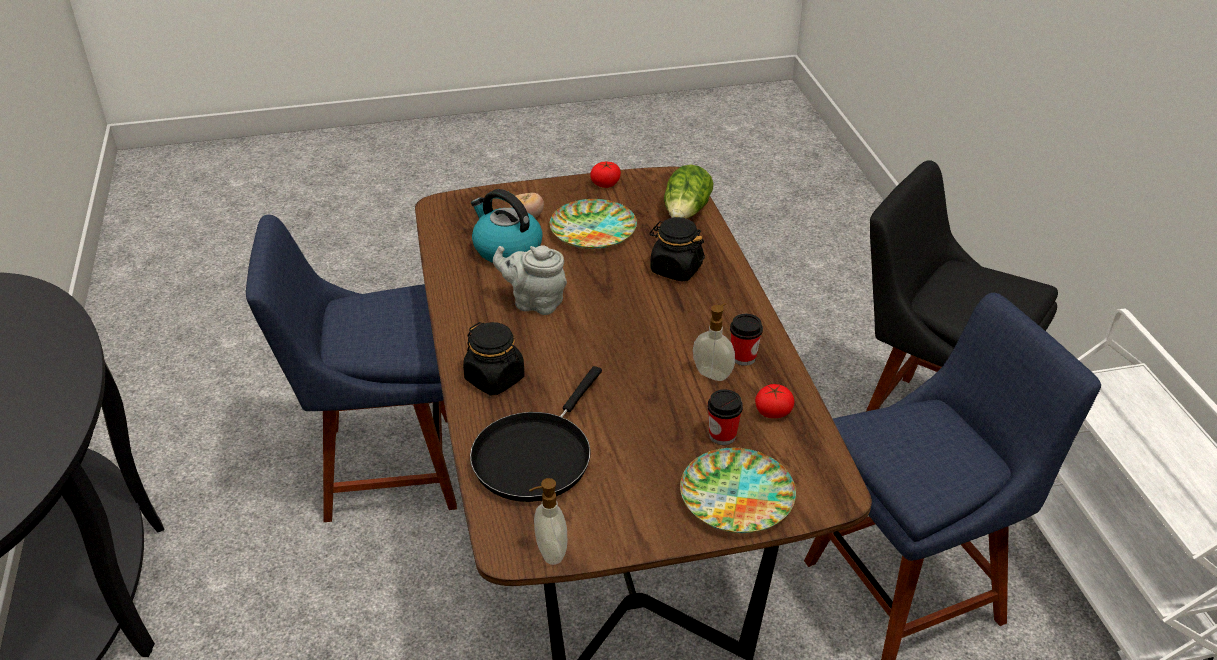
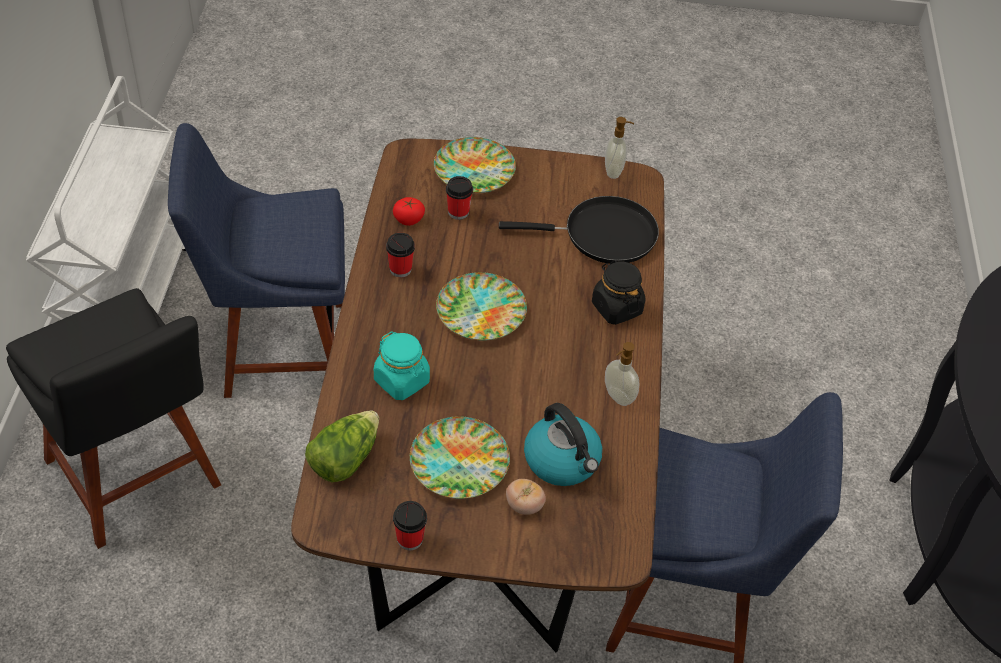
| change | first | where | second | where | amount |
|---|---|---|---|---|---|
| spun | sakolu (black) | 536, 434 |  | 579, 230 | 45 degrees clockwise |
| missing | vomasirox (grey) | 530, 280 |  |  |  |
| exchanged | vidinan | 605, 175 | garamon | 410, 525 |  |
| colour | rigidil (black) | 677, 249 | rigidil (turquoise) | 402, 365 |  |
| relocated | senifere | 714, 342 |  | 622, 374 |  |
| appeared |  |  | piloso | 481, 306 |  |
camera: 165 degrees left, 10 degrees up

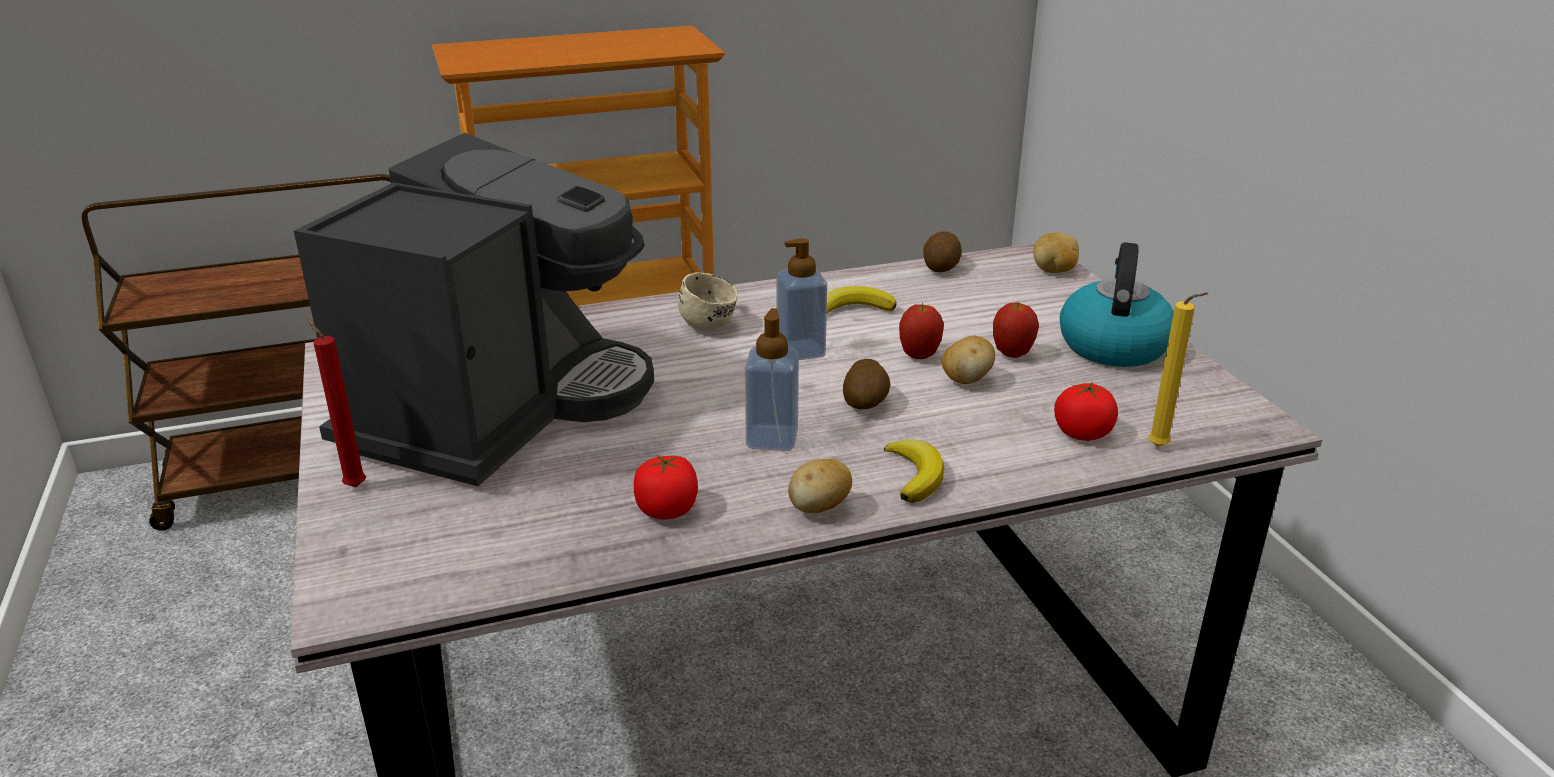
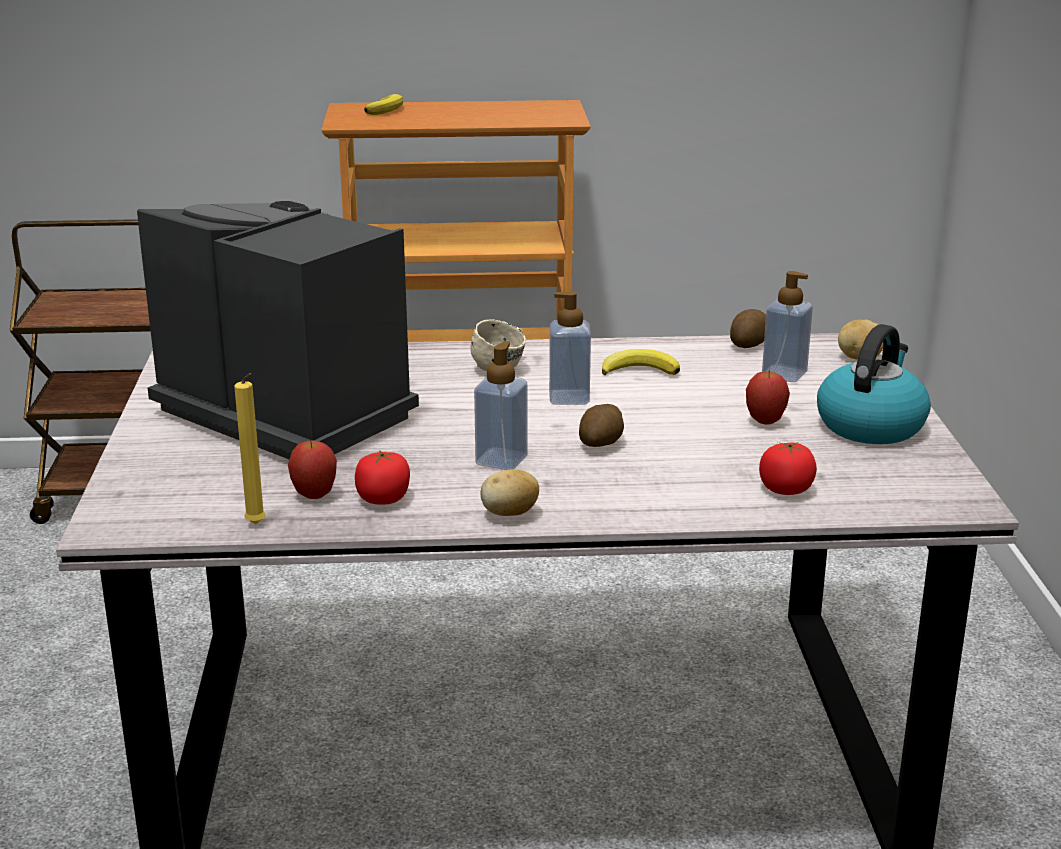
| change | first | where | second | where | amount |
|---|---|---|---|---|---|
| spun | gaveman | 474, 309 |  | 278, 330 | 90 degrees counterclockwise |
| missing | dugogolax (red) | 336, 402 |  |  |  |
| relocated | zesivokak | 914, 471 |  | 383, 104 |  |
| relocated | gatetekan | 921, 331 |  | 312, 469 |  |
| missing | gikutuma | 968, 360 |  |  |  |
| relocated | dugogolax (yellow) | 1178, 369 |  | 250, 448 |  |
| appeared |  |  | senifere | 787, 326 |  |
camera: 15 degrees right, 5 degrees down

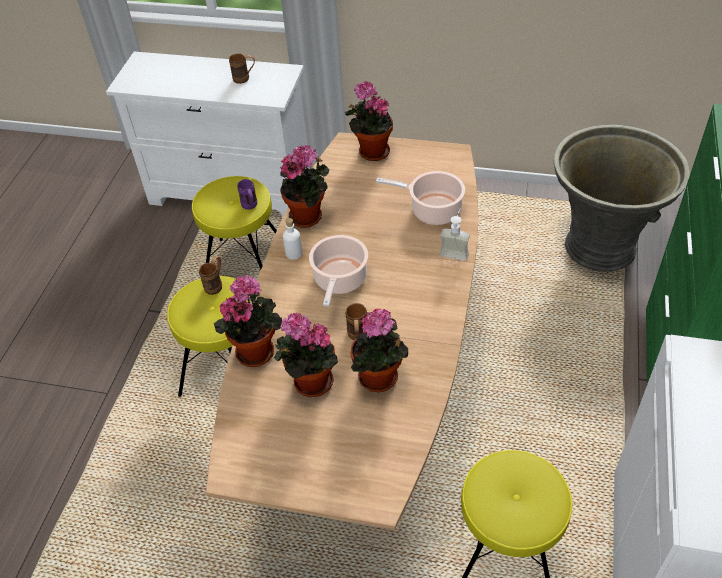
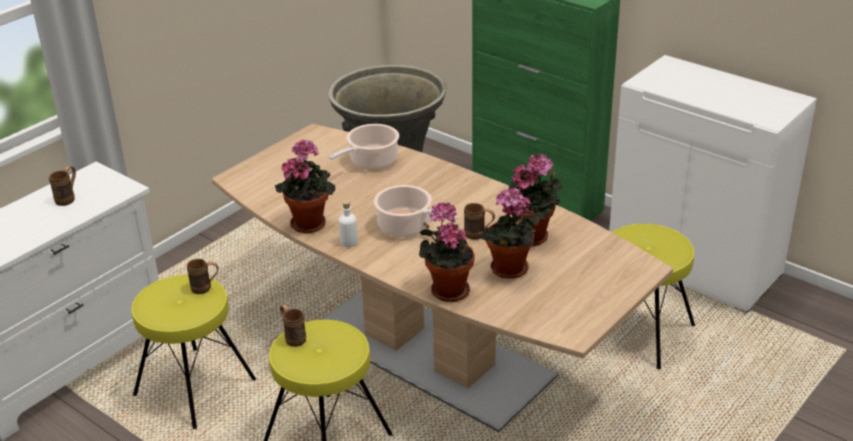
| change | first | where | second | where | amount |
|---|---|---|---|---|---|
| colour | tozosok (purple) | 247, 194 | tozosok (brown) | 203, 276 |  |
| missing | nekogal | 369, 121 |  |  |  |
| missing | senifere | 455, 234 |  |  |  |
camera: 65 degrees left, 15 degrees down

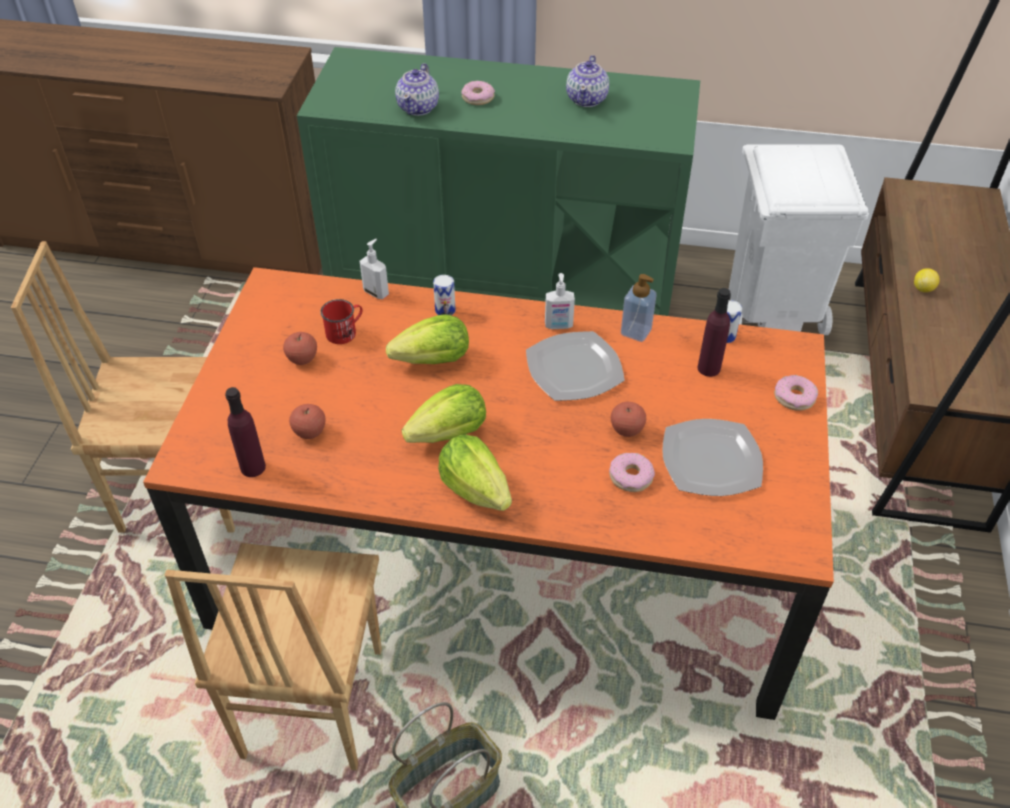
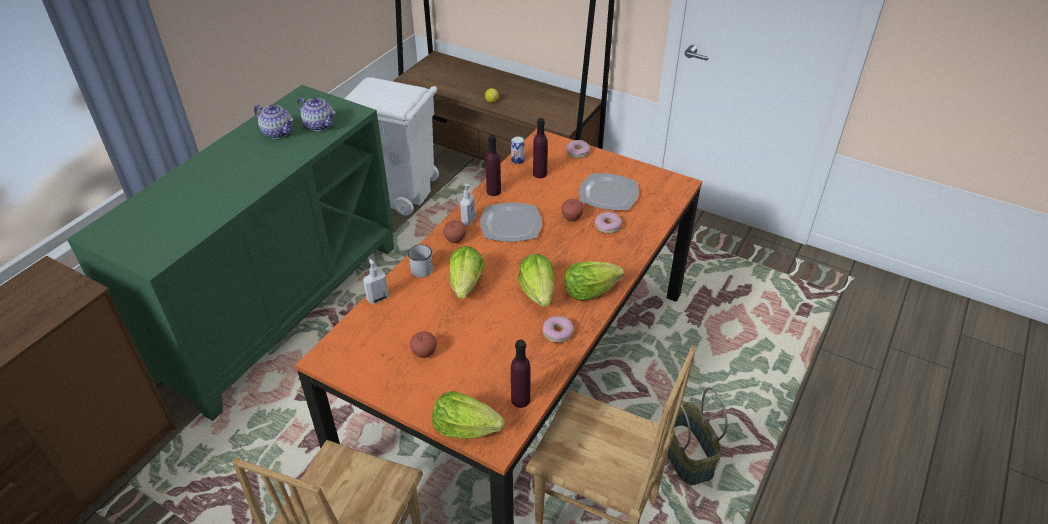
| change | first | where | second | where | amount |
|---|---|---|---|---|---|
| relocated | gatetekan | 307, 421 |  | 454, 231 |  |
| missing | tozosok (red) | 341, 321 |  |  |  |
| relocated | vomasirox | 417, 89 |  | 316, 114 |  |
| exchanged | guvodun | 444, 295 | tozosok (white) | 420, 260 |  |
| relocated | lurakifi | 478, 93 |  | 558, 329 |  |
| exchanged | senifere | 639, 308 | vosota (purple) | 493, 165 |  |
| appeared |  |  | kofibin | 468, 415 |  |
camera: 70 degrees left, 5 degrees down

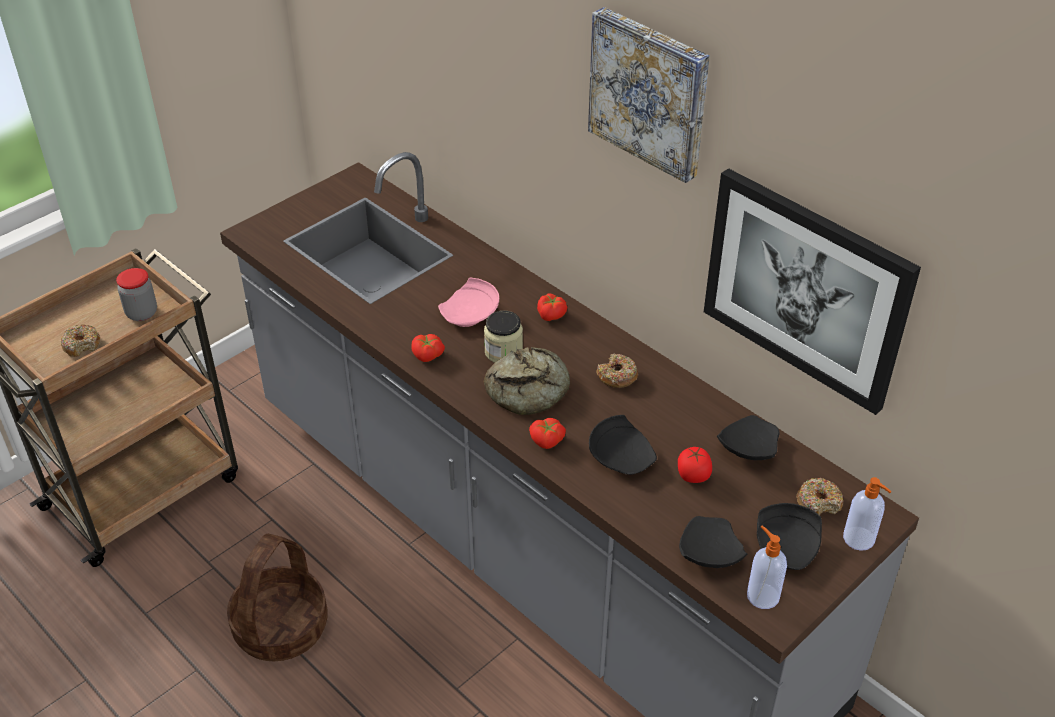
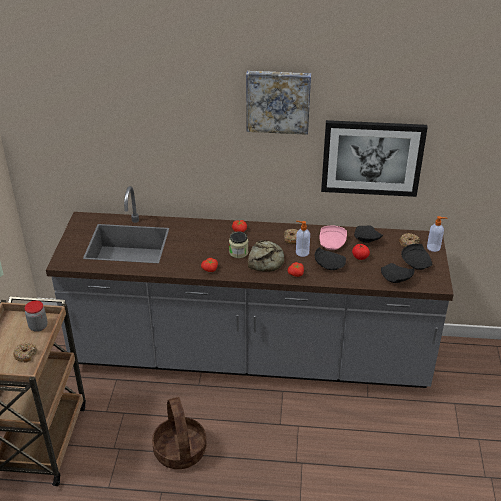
| change | first | where | second | where | amount |
|---|---|---|---|---|---|
| relocated | piloso (pink) | 468, 302 |  | 333, 238 |  |
| relocated | senifere | 767, 567 |  | 303, 239 |  |
camera: 40 degrees left, 5 degrees down

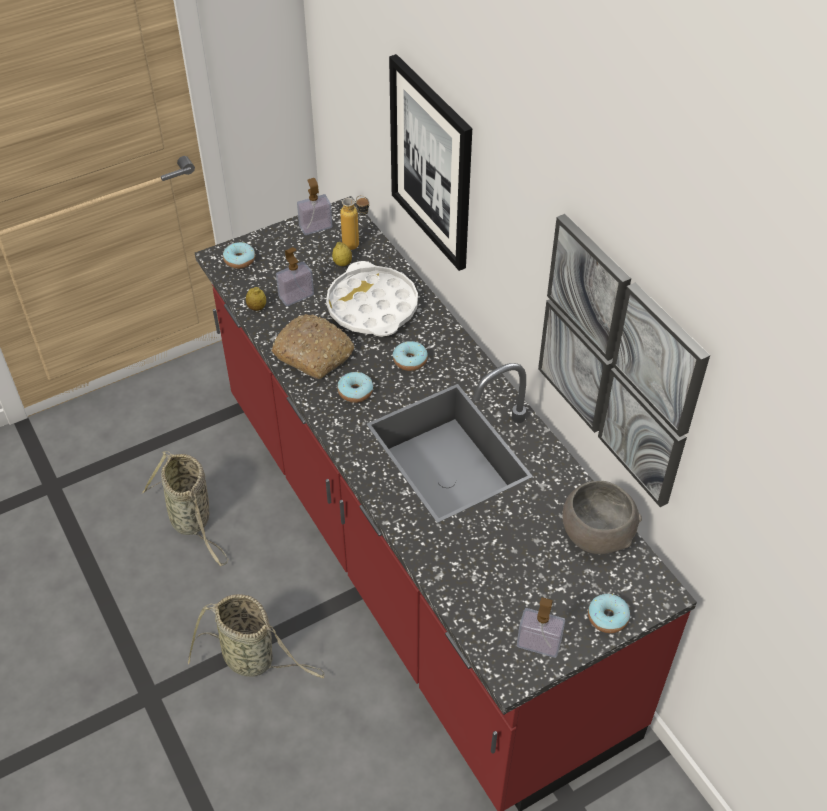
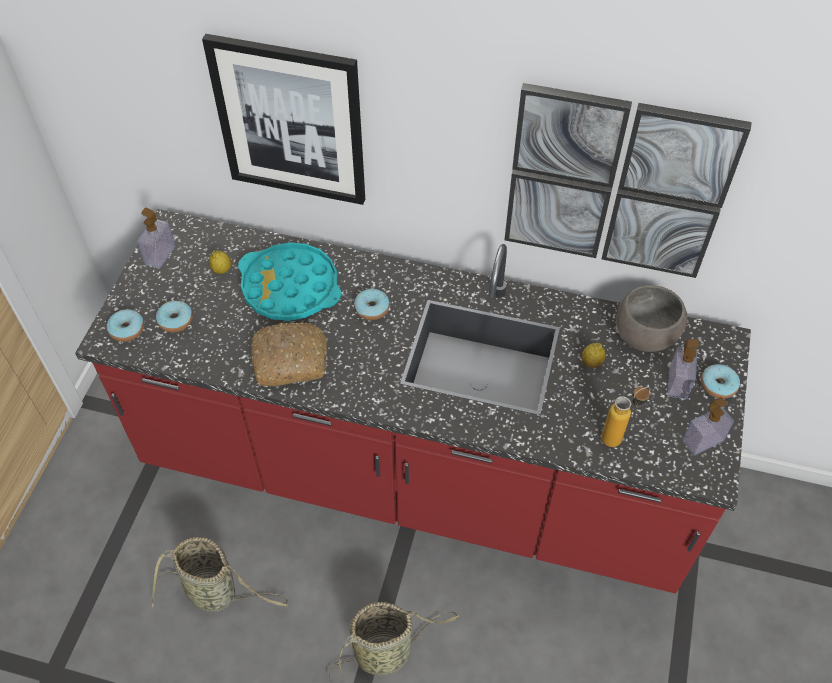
| change | first | where | second | where | amount |
|---|---|---|---|---|---|
| relocated | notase | 256, 299 |  | 593, 355 |  |
| relocated | senifere | 295, 276 |  | 683, 369 |  |
| colour | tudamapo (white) | 372, 299 | tudamapo (turquoise) | 289, 281 |  |
| relocated | lurakifi | 355, 387 |  | 174, 317 |  |
| relocated | vosota | 355, 222 |  | 625, 417 |  |
camera: 45 degrees left, 5 degrees up

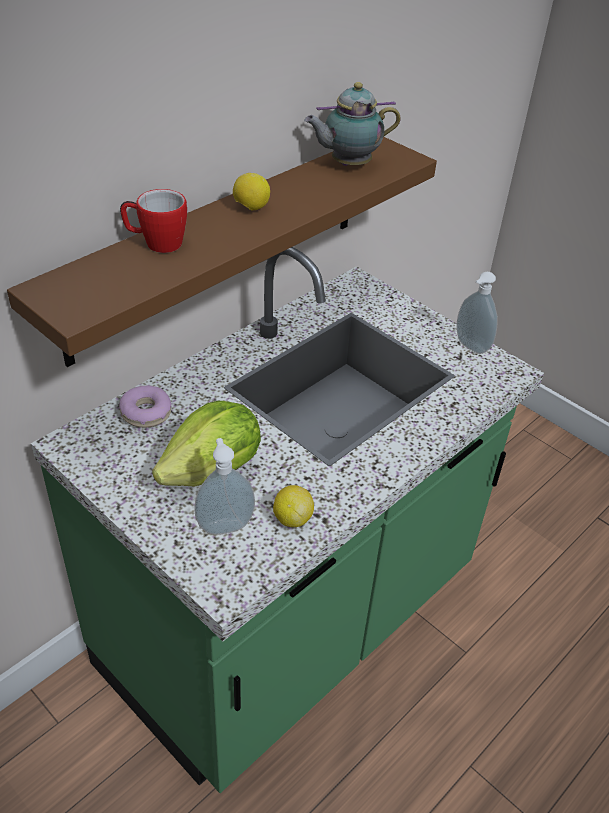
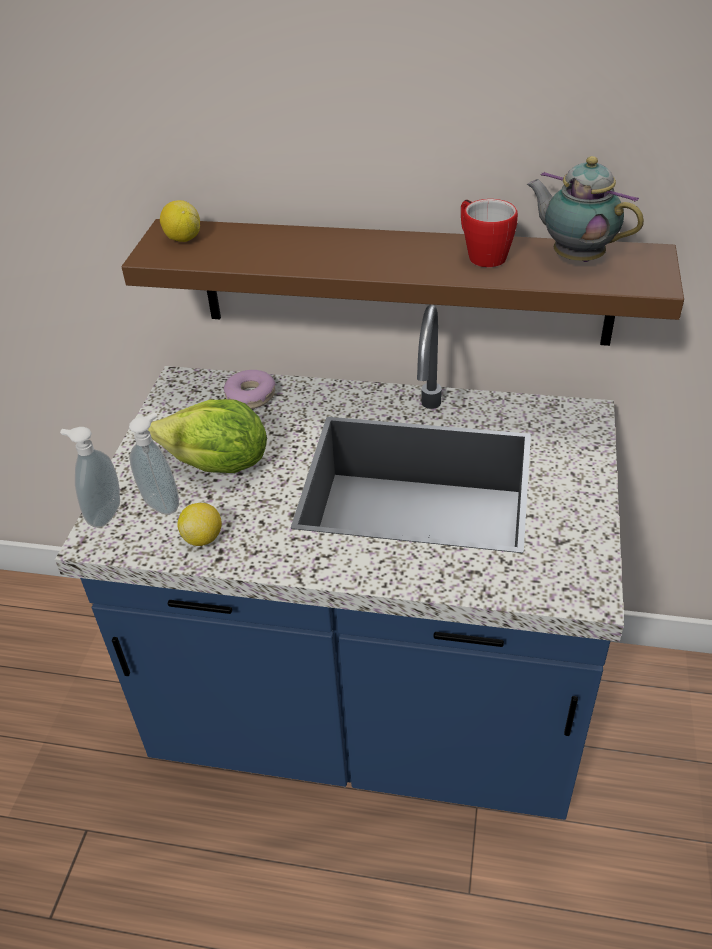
| change | first | where | second | where | amount |
|---|---|---|---|---|---|
| colour | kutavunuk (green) | 287, 520 | kutavunuk (blue) | 339, 562 |  |
| relocated | tozosok | 153, 221 |  | 489, 233 |  |
| relocated | notase | 251, 192 |  | 180, 221 |  |
| relocated | senifere | 477, 313 |  | 90, 477 |  |
camera: 60 degrees right, 0 degrees up

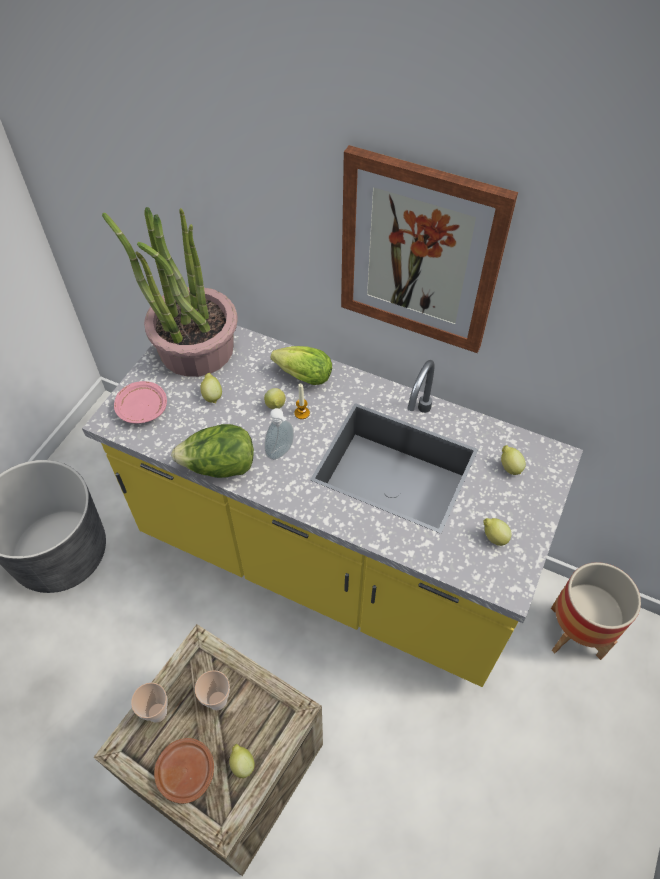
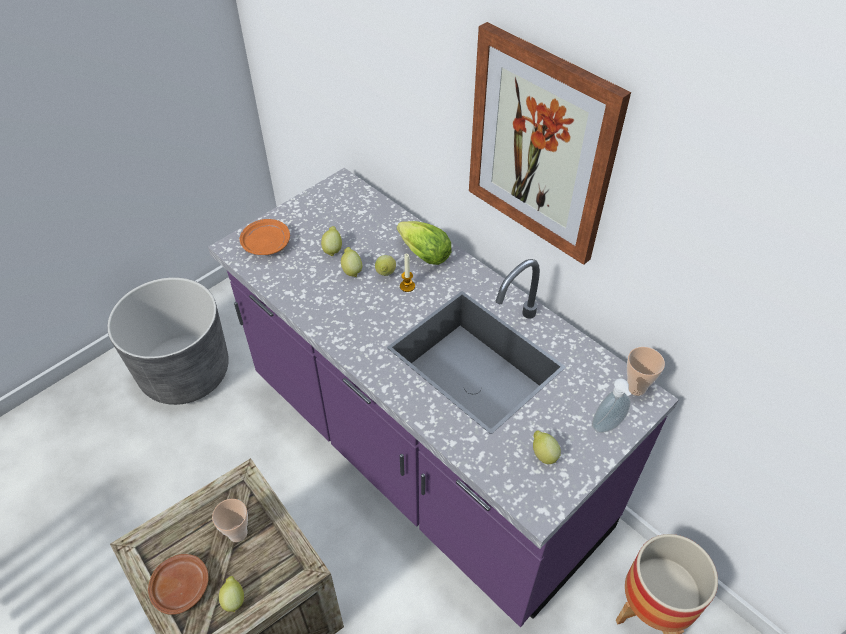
| change | first | where | second | where | amount |
|---|---|---|---|---|---|
| colour | kutavunuk (yellow) | 332, 506 | kutavunuk (purple) | 443, 397 |  |
| missing | nekogal | 170, 292 |  |  |  |
| colour | piloso (pink) | 140, 402 | piloso (orange) | 265, 237 |  |
| relocated | garamon | 149, 703 |  | 646, 371 |  |
| missing | kofibin | 212, 451 |  |  |  |
| relocated | senifere | 279, 434 |  | 611, 406 |  |
| relocated | notase | 513, 460 |  | 351, 262 |  |
camera: 20 degrees right, 5 degrees down

